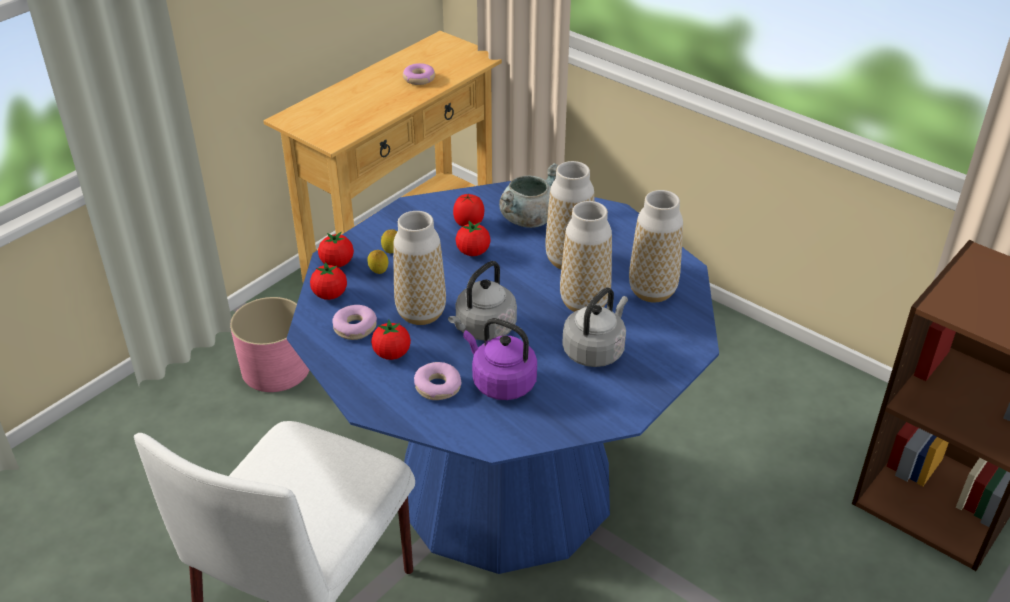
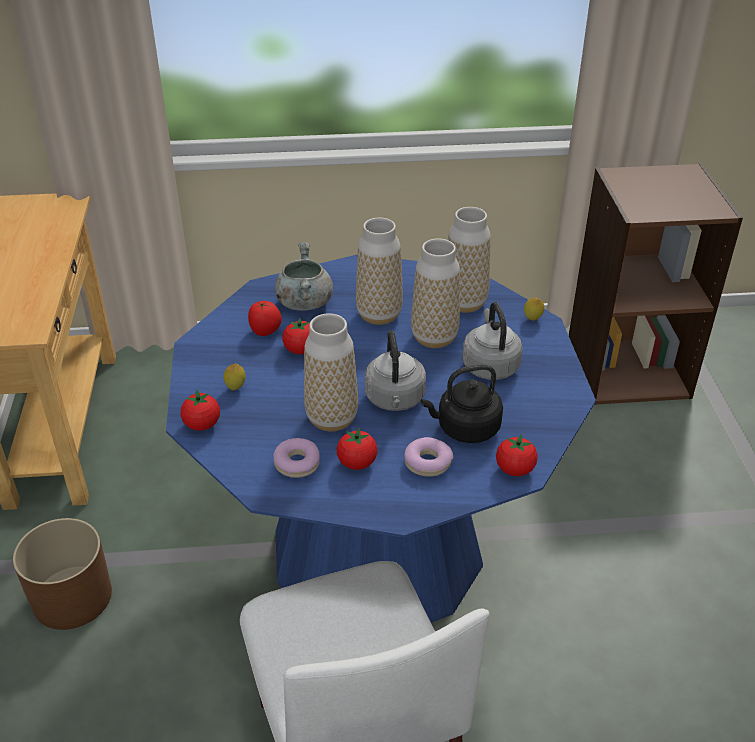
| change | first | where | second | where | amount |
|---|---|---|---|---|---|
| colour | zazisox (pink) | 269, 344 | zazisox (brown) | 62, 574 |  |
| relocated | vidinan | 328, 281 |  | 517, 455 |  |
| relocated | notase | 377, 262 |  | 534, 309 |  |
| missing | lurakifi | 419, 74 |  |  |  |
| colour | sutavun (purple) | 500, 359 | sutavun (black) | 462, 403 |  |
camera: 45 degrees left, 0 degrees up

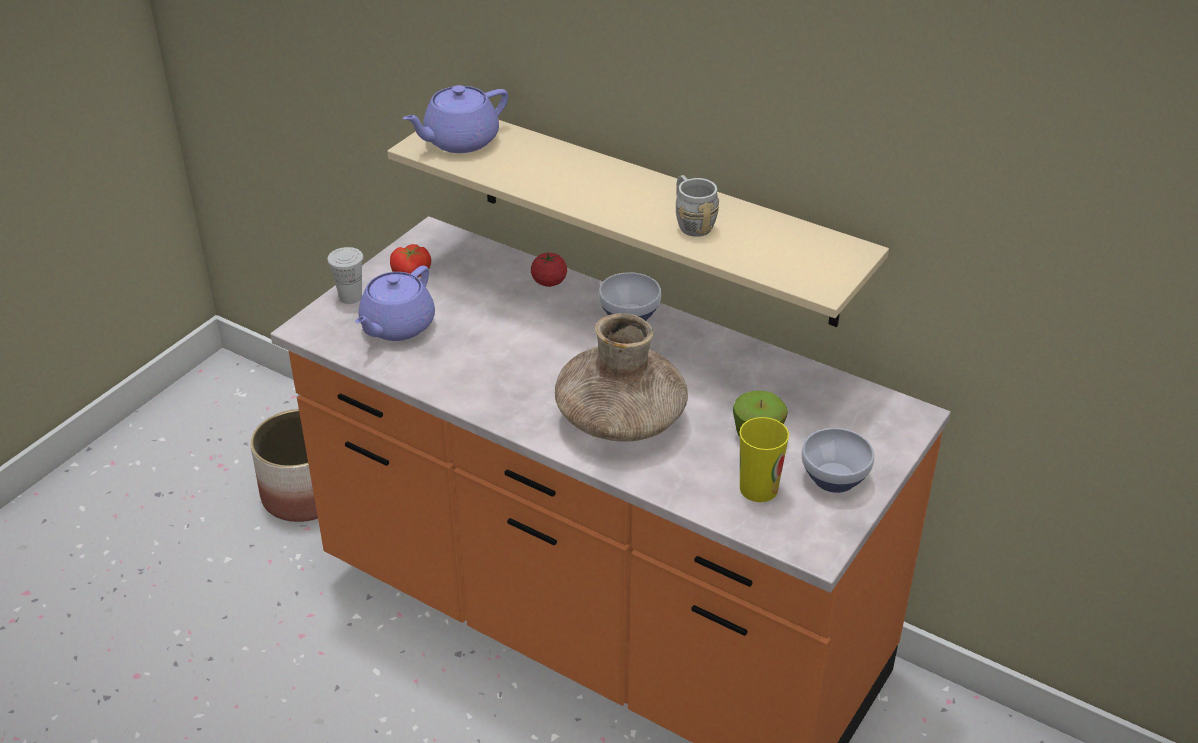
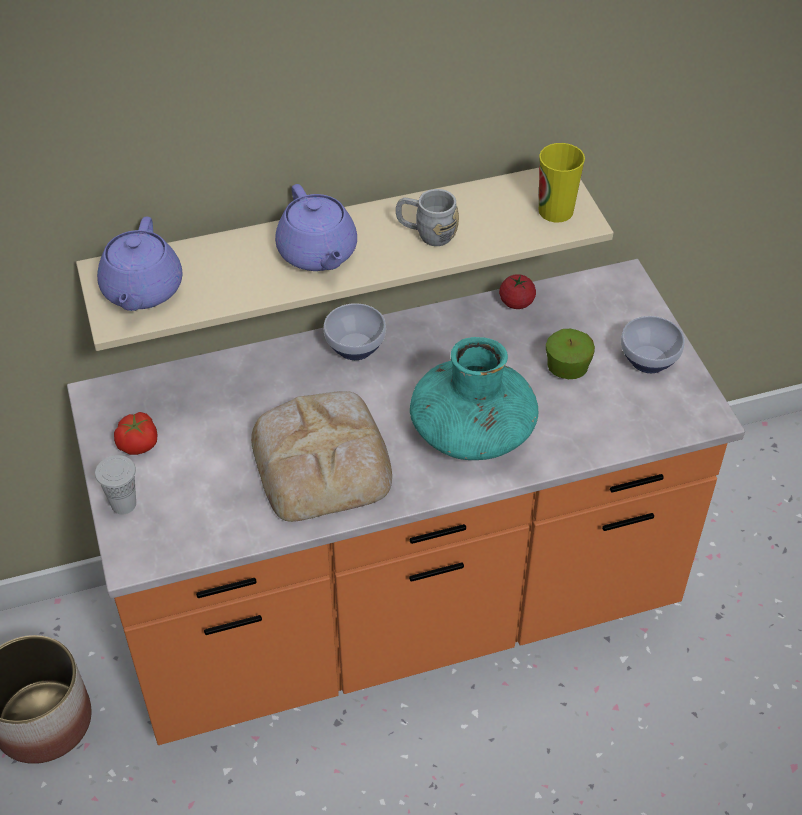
| change | first | where | second | where | amount |
|---|---|---|---|---|---|
| relocated | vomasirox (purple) | 395, 303 |  | 316, 227 |  |
| relocated | vidinan | 549, 270 |  | 517, 291 |  |
| colour | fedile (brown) | 621, 377 | fedile (turquoise) | 474, 398 |  |
| relocated | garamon | 764, 459 |  | 562, 183 |  |
| appeared |  |  | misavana | 321, 456 |  |
camera: 50 degrees left, 10 degrees up

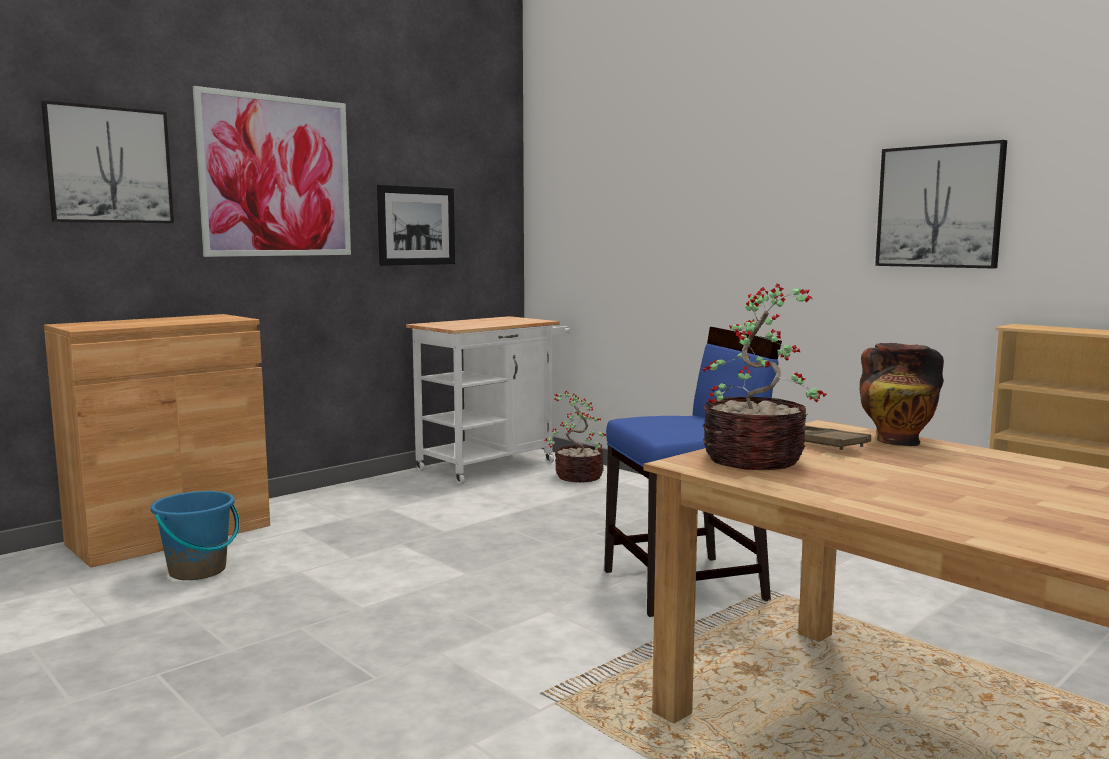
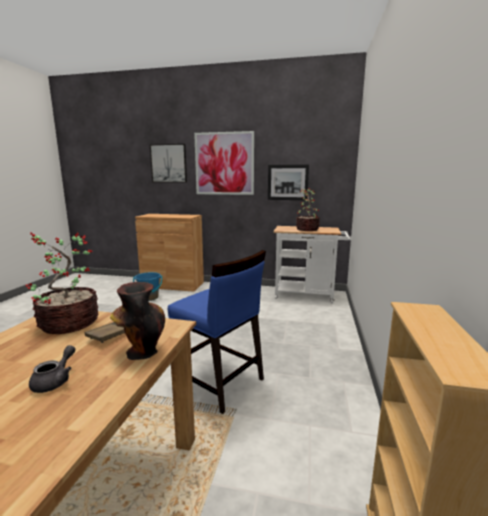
| change | first | where | second | where | amount |
|---|---|---|---|---|---|
| relocated | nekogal | 575, 436 |  | 308, 209 |  |
| missing | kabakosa | 941, 204 |  |  |  |
| appeared |  |  | vomasirox (grey) | 52, 369 |  |
camera: 55 degrees right, 5 degrees up

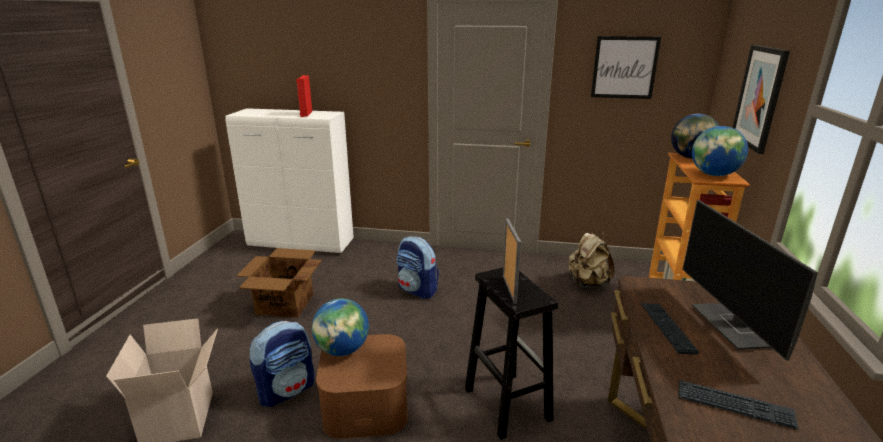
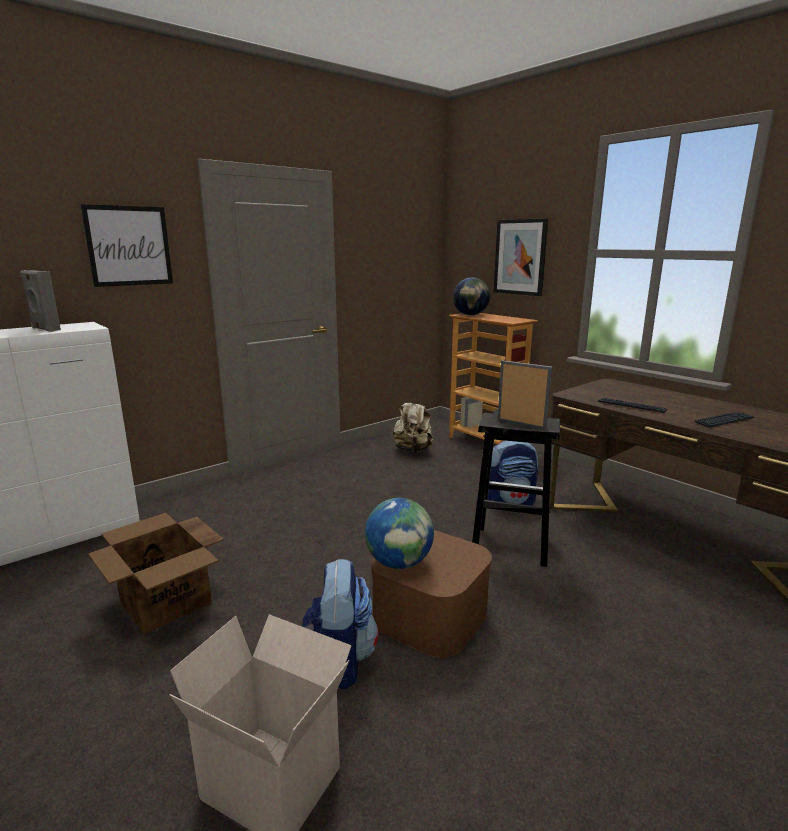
| change | first | where | second | where | amount |
|---|---|---|---|---|---|
| colour | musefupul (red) | 304, 96 | musefupul (grey) | 40, 301 |  |
| relocated | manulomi | 418, 267 |  | 512, 473 |  |
| relocated | kabakosa | 626, 67 |  | 126, 245 |  |
| missing | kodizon | 750, 280 |  |  |  |
| missing | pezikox | 720, 151 |  |  |  |
camera: 50 degrees left, 5 degrees down

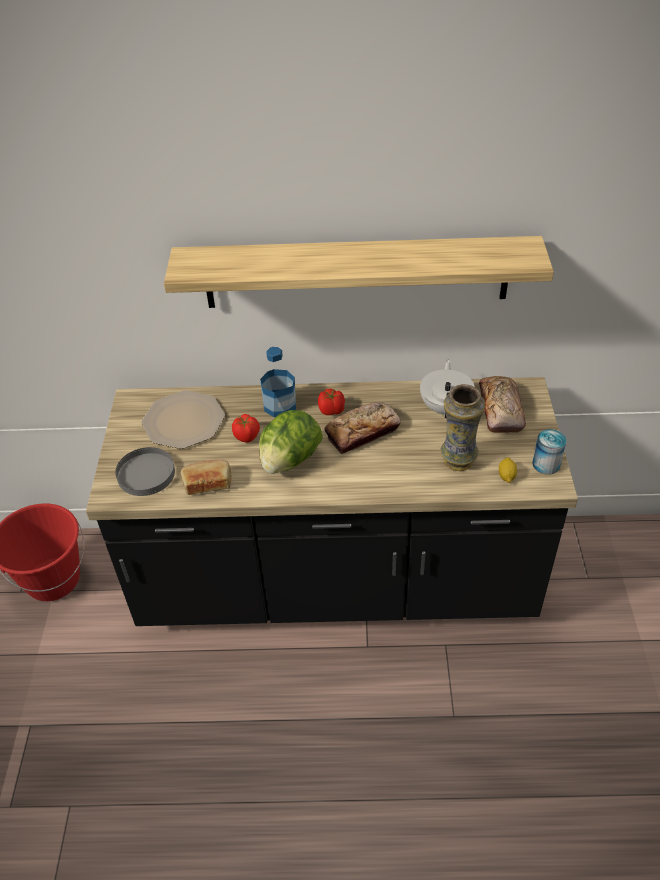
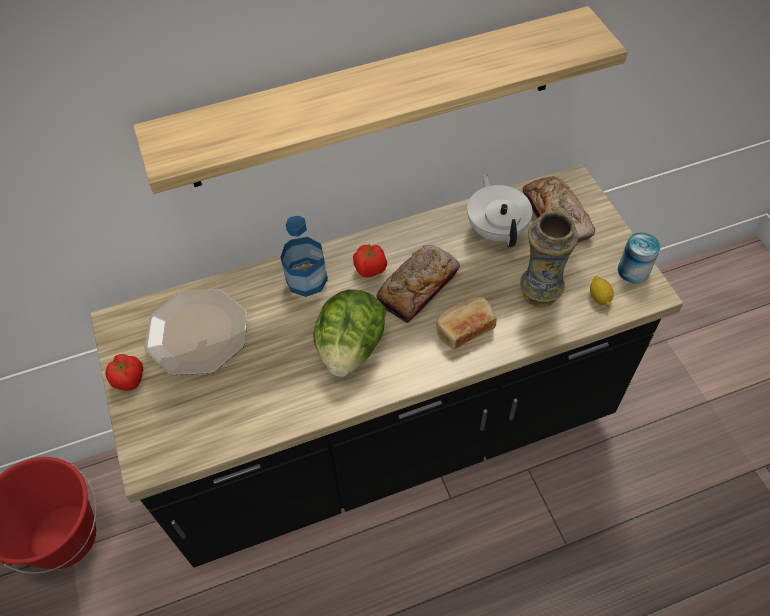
| change | first | where | second | where | amount |
|---|---|---|---|---|---|
| missing | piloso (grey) | 145, 471 |  |  |  |
| relocated | misavana | 206, 477 |  | 466, 323 |  |
| relocated | vidinan | 246, 428 |  | 124, 372 |  |
camera: 20 degrees left, 10 degrees up

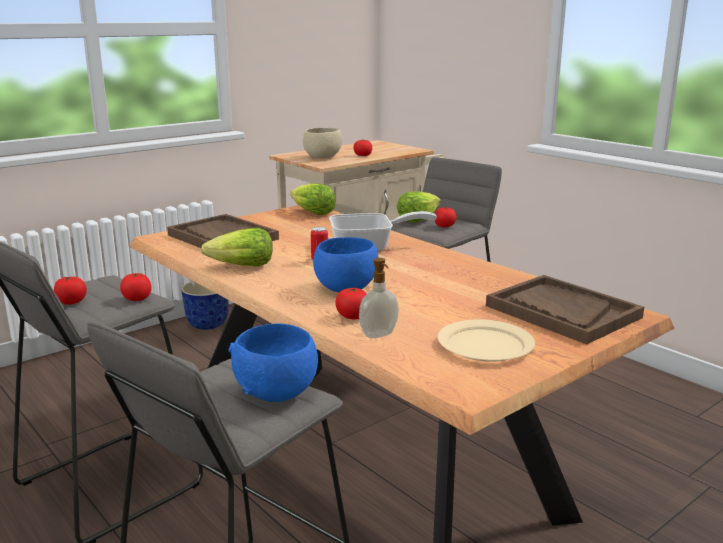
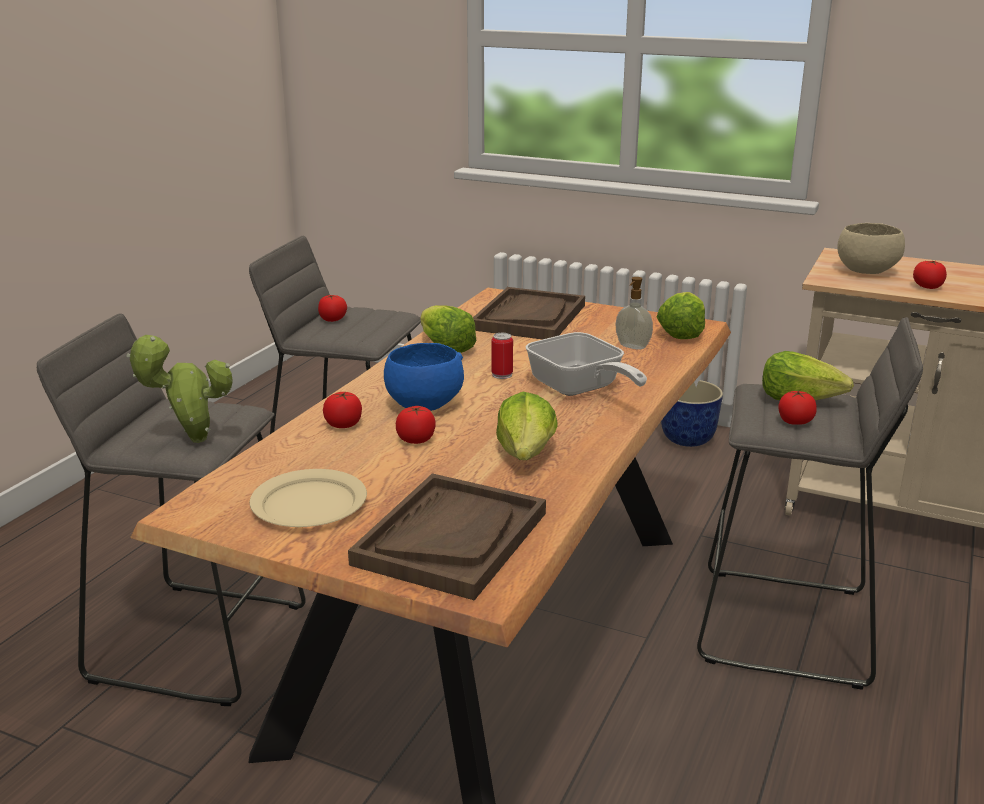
| change | first | where | second | where | amount |
|---|---|---|---|---|---|
| relocated | vidinan | 136, 287 |  | 416, 425 |  |
| exchanged | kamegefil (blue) | 273, 362 | nekogal | 179, 389 |  |
| relocated | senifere | 379, 298 |  | 634, 313 |  |
| appeared |  |  | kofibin | 527, 426 |  |
camera: 65 degrees right, 5 degrees up

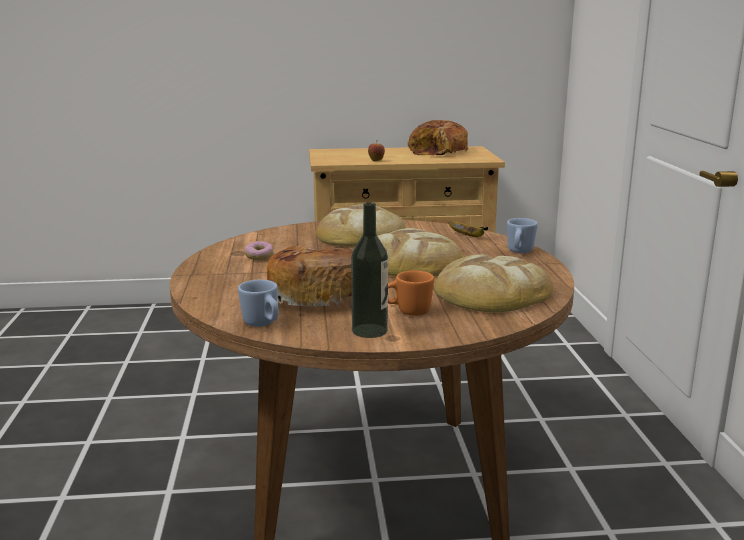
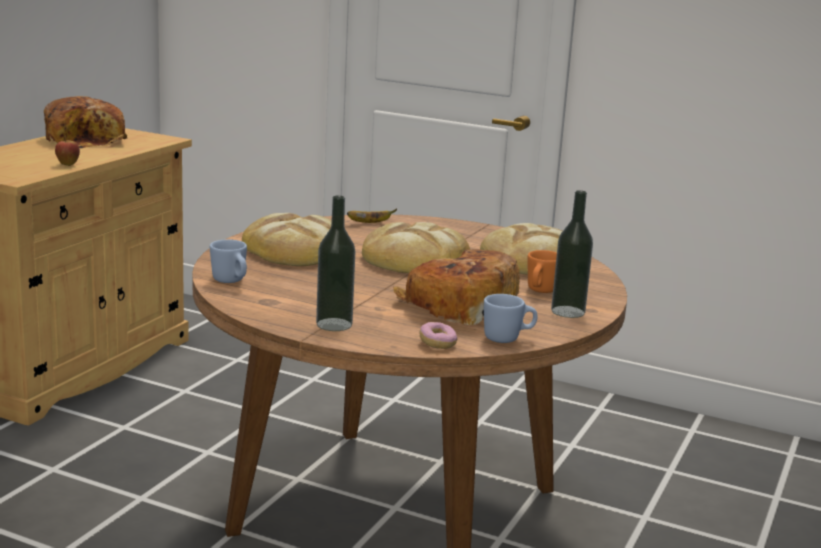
| change | first | where | second | where | amount |
|---|---|---|---|---|---|
| relocated | lurakifi | 259, 250 |  | 438, 335 |  |
| relocated | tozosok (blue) | 522, 235 |  | 228, 261 |  |
| appeared |  |  | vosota | 335, 263 |  |
camera: 60 degrees left, 0 degrees up

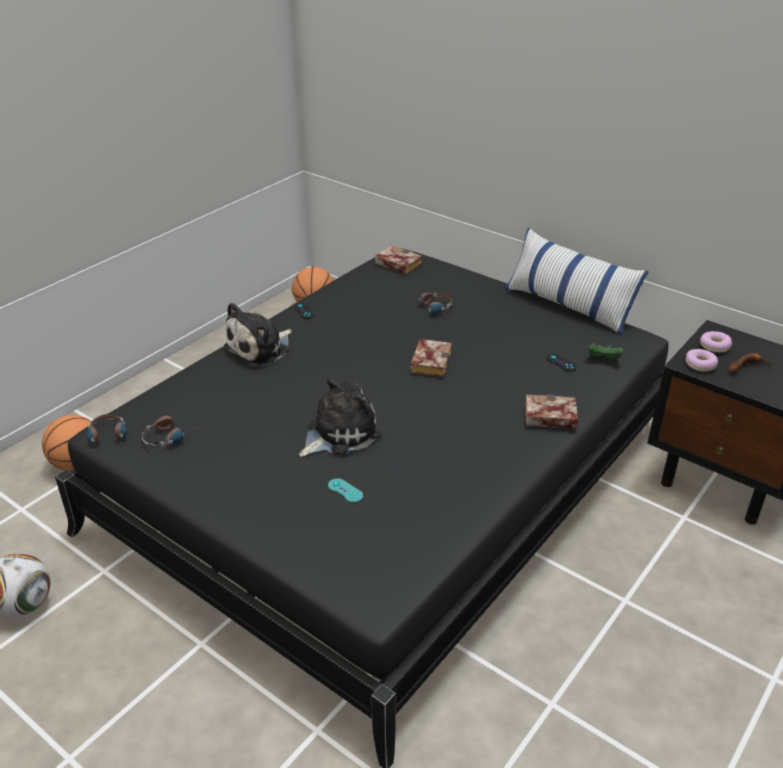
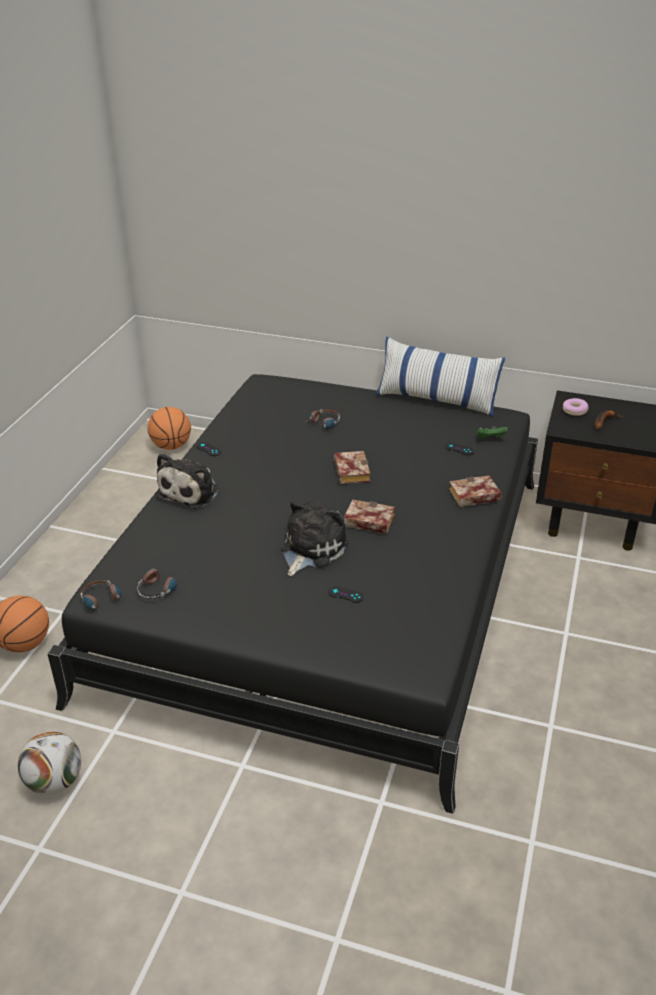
| change | first | where | second | where | amount |
|---|---|---|---|---|---|
| colour | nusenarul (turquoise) | 345, 490 | nusenarul (black) | 346, 594 |  |
| relocated | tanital | 398, 260 |  | 369, 516 |  |
| missing | lurakifi | 702, 360 |  |  |  |
camera: 20 degrees left, 0 degrees up

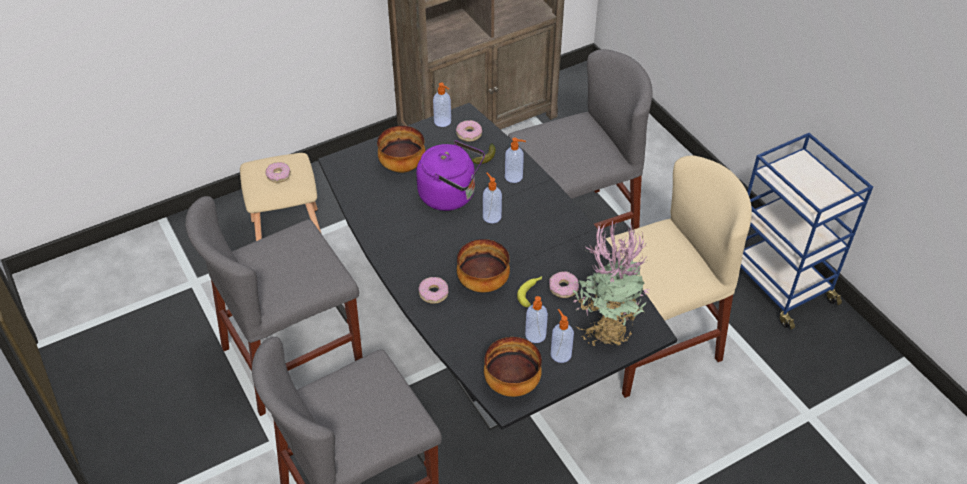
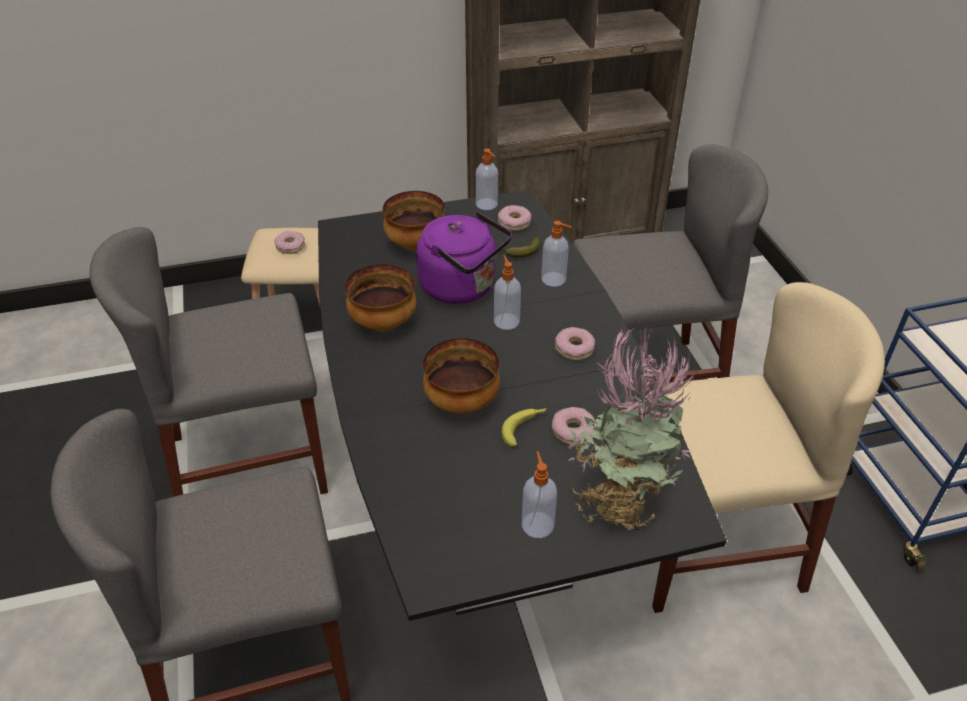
| change | first | where | second | where | amount |
|---|---|---|---|---|---|
| relocated | lurakifi | 433, 290 |  | 575, 344 |  |
| relocated | kamegefil | 513, 367 |  | 380, 297 |  |
| missing | senifere | 536, 319 |  |  |  |
camera: 15 degrees right, 5 degrees down

